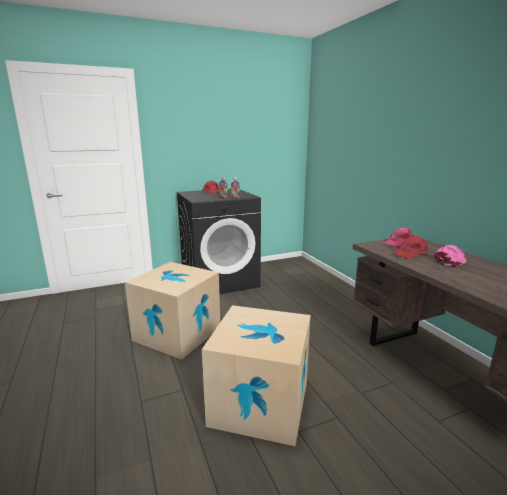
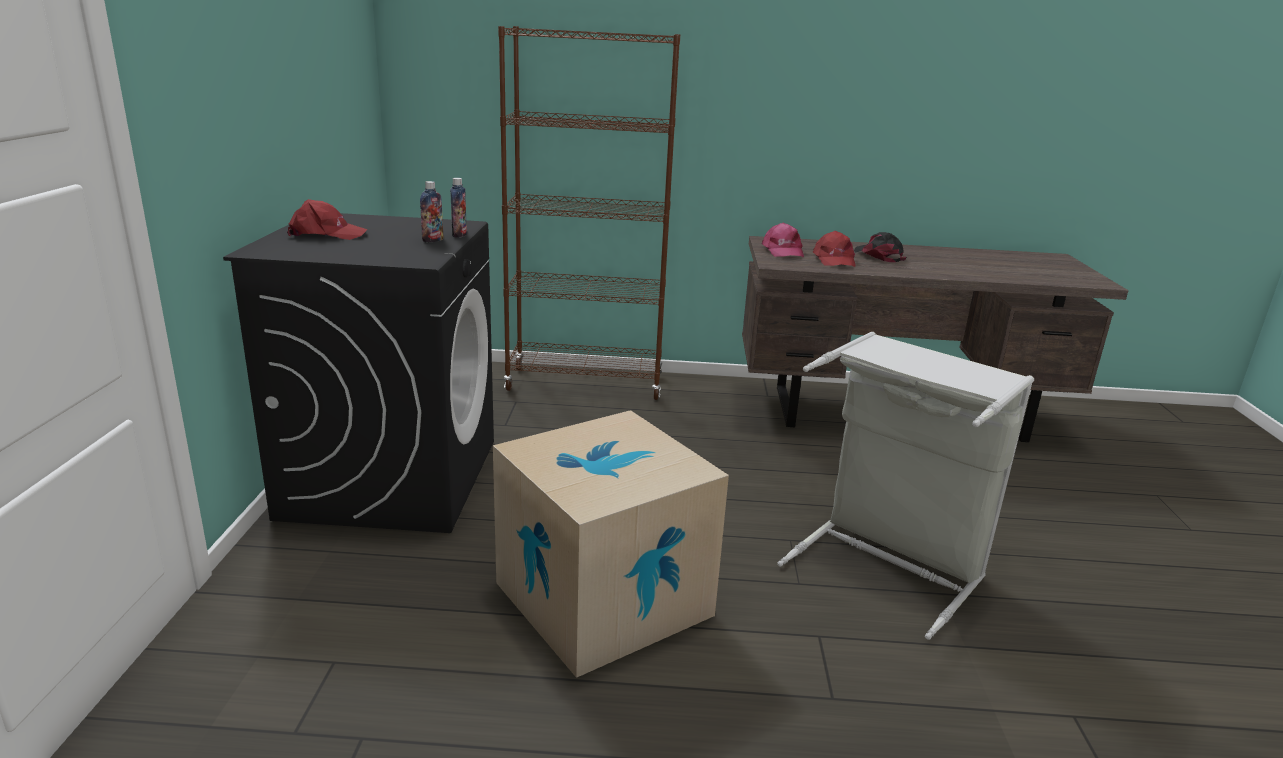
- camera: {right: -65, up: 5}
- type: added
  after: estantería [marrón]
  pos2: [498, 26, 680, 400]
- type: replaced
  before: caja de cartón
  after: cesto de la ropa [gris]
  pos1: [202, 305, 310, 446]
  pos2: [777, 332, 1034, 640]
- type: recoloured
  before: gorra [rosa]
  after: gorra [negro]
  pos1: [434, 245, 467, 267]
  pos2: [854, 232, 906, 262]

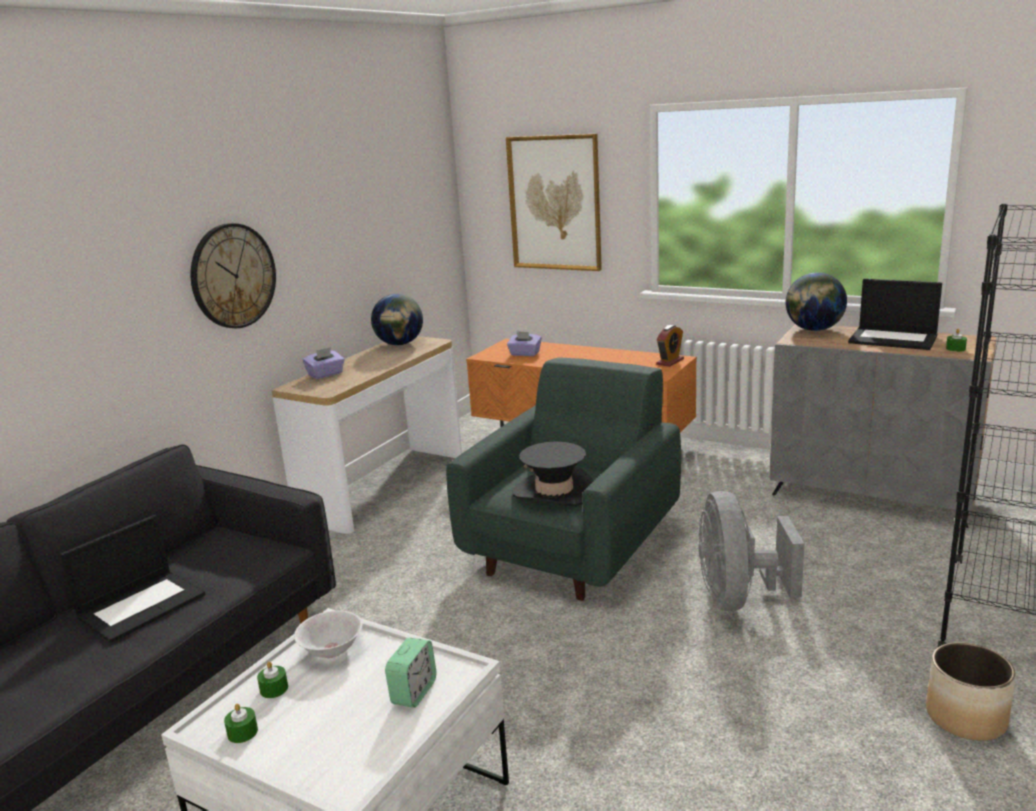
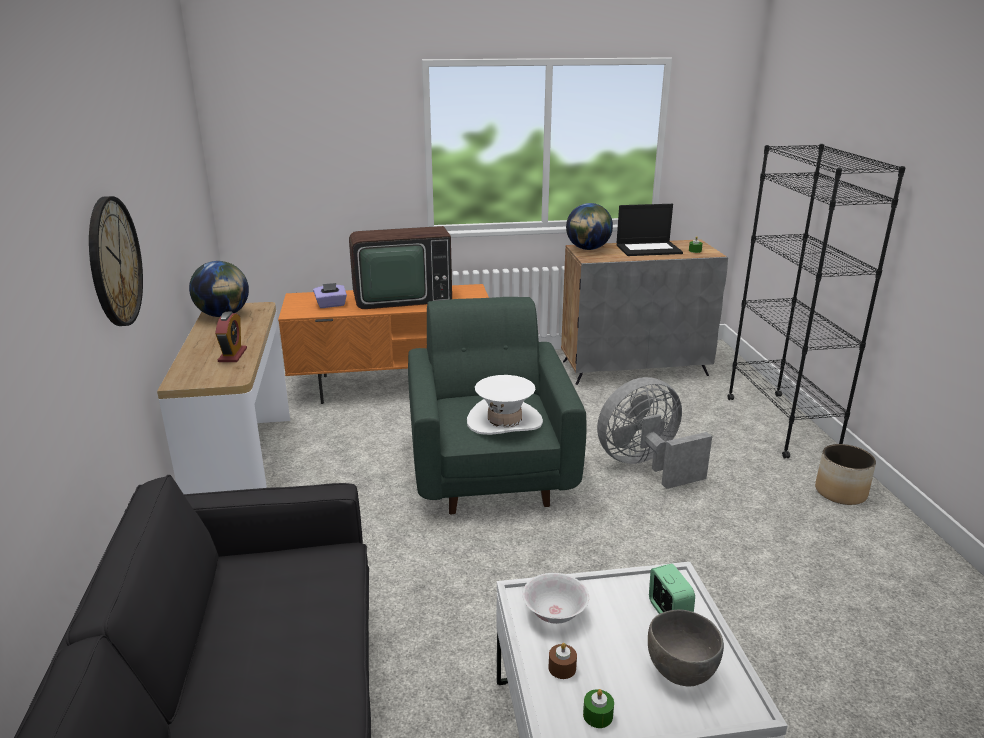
- camera: {right: -40, up: 5}
- type: moved
  before: despertador
  pos1: [656, 325, 684, 367]
  pos2: [215, 312, 247, 362]
- type: added
  after: televisor
  pos2: [349, 226, 452, 309]
- type: recoloured
  before: sombrero [negro]
  after: sombrero [blanco]
  pos1: [513, 442, 593, 506]
  pos2: [467, 375, 543, 435]
- type: recoloured
  before: vela [verde]
  after: vela [marrón]
  pos1: [257, 661, 288, 698]
  pos2: [549, 643, 577, 679]
- type: turned
  before: ventilador [gris]
  pos1: [698, 491, 805, 611]
  pos2: [597, 377, 712, 489]
  turn: 105
- type: added
  after: cuenco [gris]
  pos2: [648, 610, 724, 686]
- type: removed
  before: portátil
  pos1: [60, 515, 205, 643]
- type: removed
  before: caja de pañuelos [morado]
  pos1: [303, 347, 345, 379]
- type: removed
  before: cuadro
  pos1: [506, 134, 602, 271]

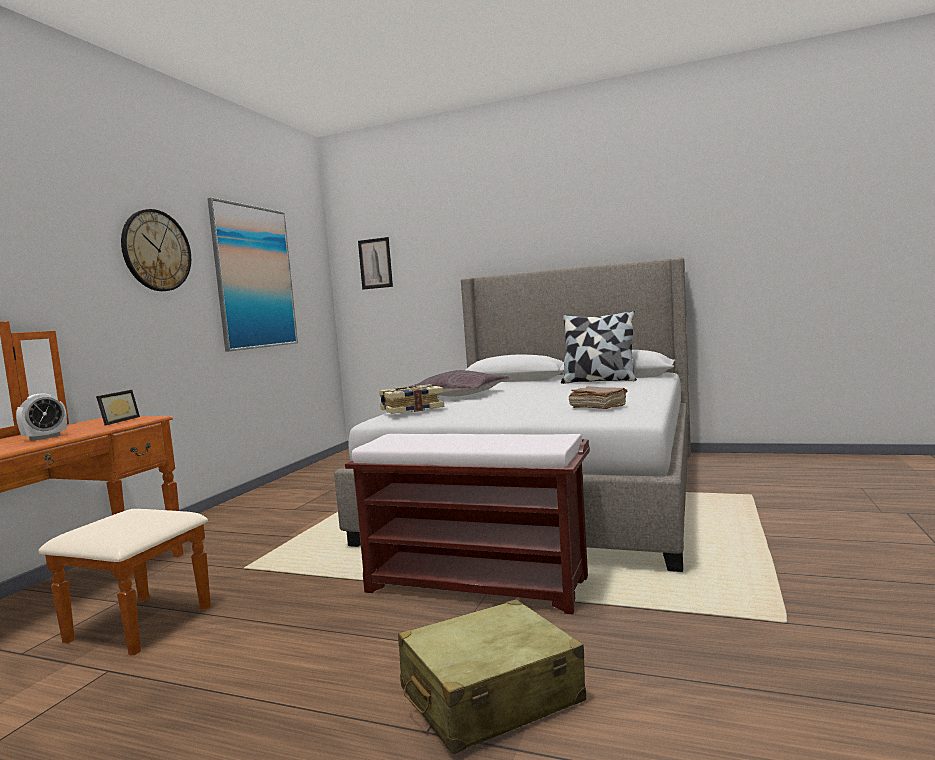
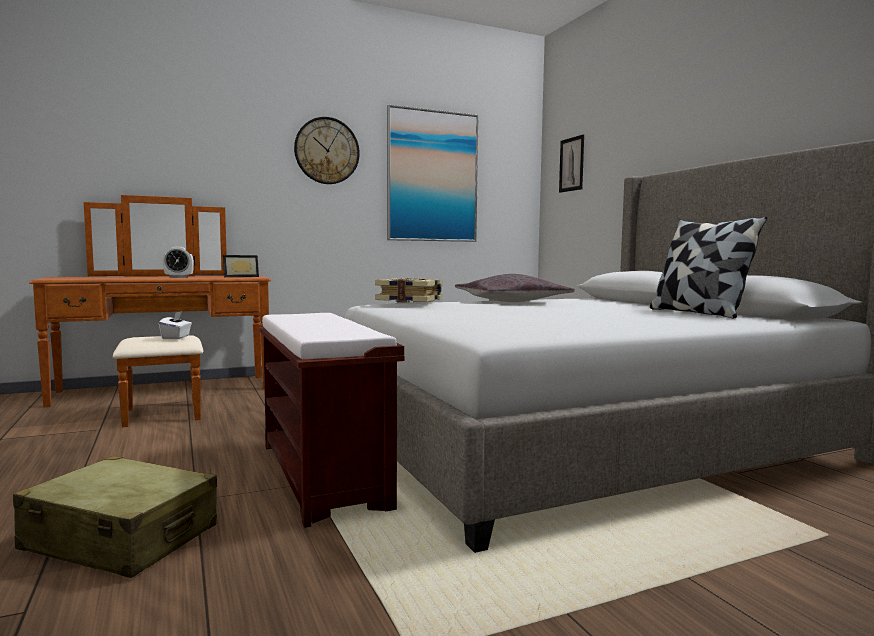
- camera: {right: 45, up: 0}
- type: added
  after: caja de pañuelos [blanco]
  pos2: [159, 311, 192, 339]
- type: removed
  before: libro [marrón]
  pos1: [569, 386, 627, 409]

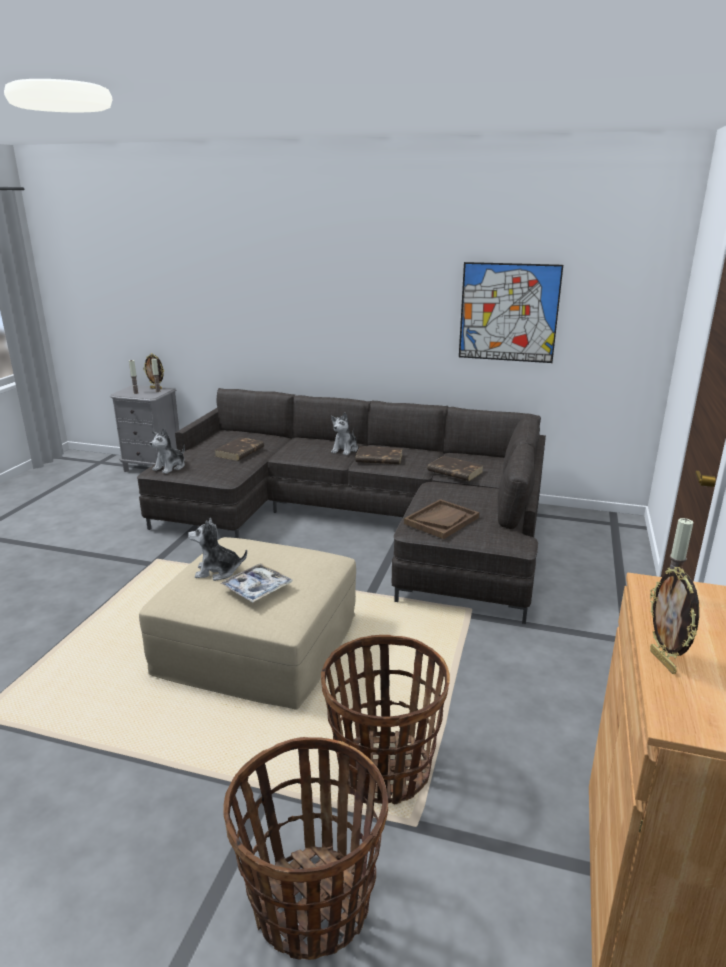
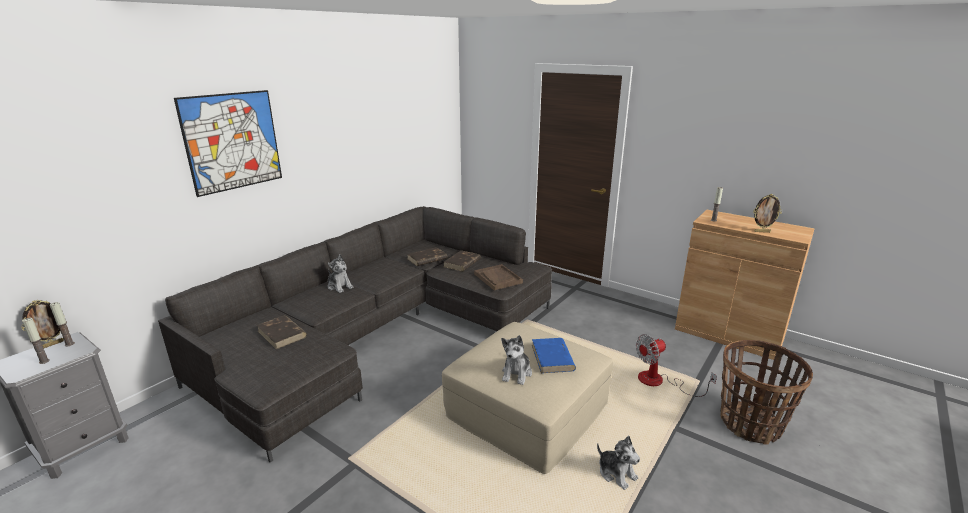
- camera: {right: -70, up: 0}
- type: moved
  before: cuadro
  pos1: [459, 262, 563, 363]
  pos2: [174, 90, 282, 197]
- type: moved
  before: libro [marrón]
  pos1: [355, 446, 403, 464]
  pos2: [444, 250, 481, 271]
- type: replaced
  before: bandeja
  after: libro [azul]
  pos1: [220, 563, 293, 603]
  pos2: [532, 338, 576, 373]
- type: moved
  before: peluche
  pos1: [150, 428, 185, 474]
  pos2: [597, 436, 640, 490]
- type: replaced
  before: cesta
  after: ventilador
  pos1: [321, 635, 450, 805]
  pos2: [636, 334, 717, 397]

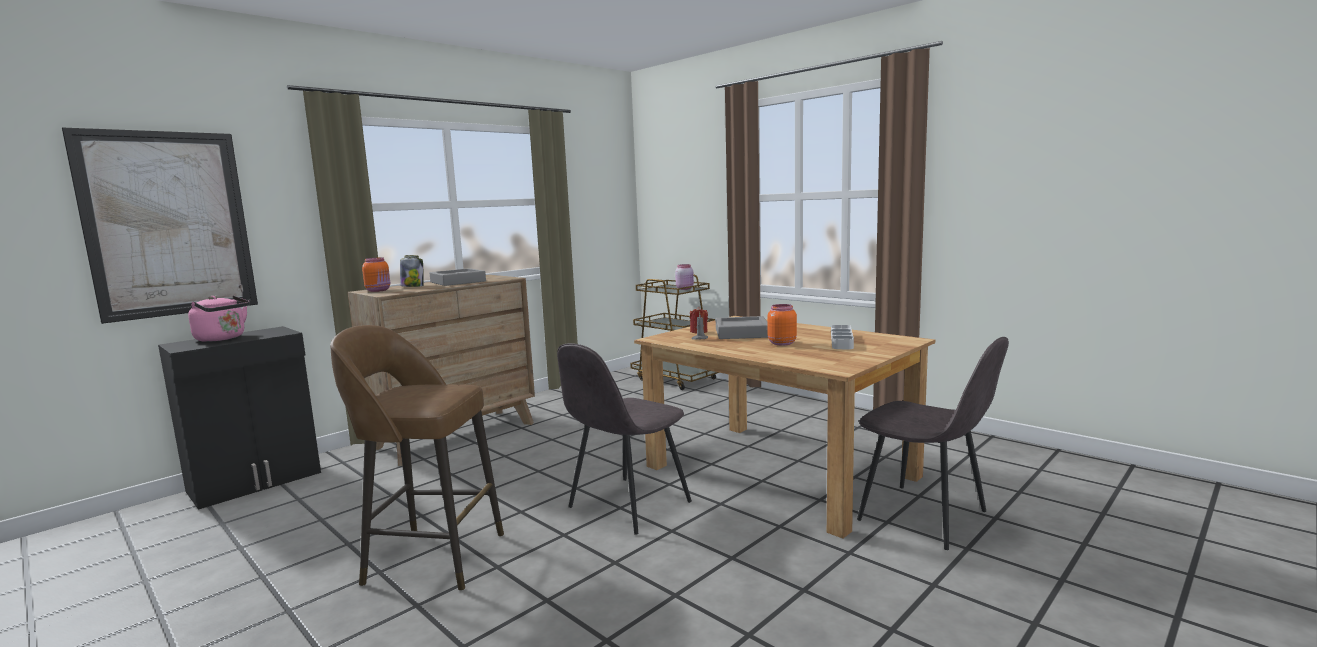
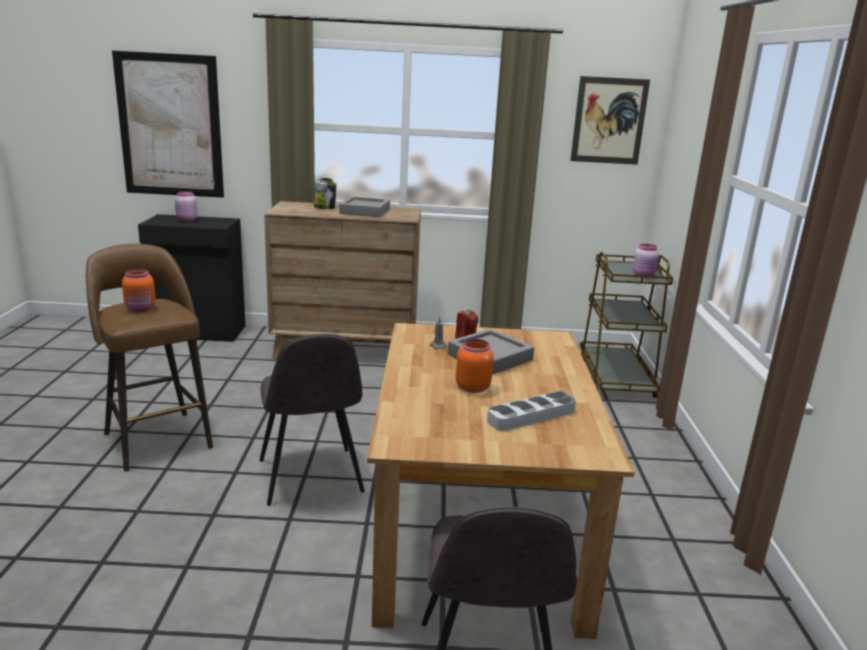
- camera: {right: 45, up: 10}
- type: moved
  before: tarro [naranja]
  pos1: [362, 257, 390, 292]
  pos2: [122, 269, 156, 312]
- type: replaced
  before: hervidor [rosa]
  after: tarro [rosa]
  pos1: [188, 296, 250, 342]
  pos2: [175, 191, 198, 222]
- type: turned
  before: silla [gris]
  pos1: [557, 343, 692, 535]
  pos2: [260, 334, 365, 506]
  turn: -105
- type: added
  after: cuadro
  pos2: [570, 76, 650, 165]

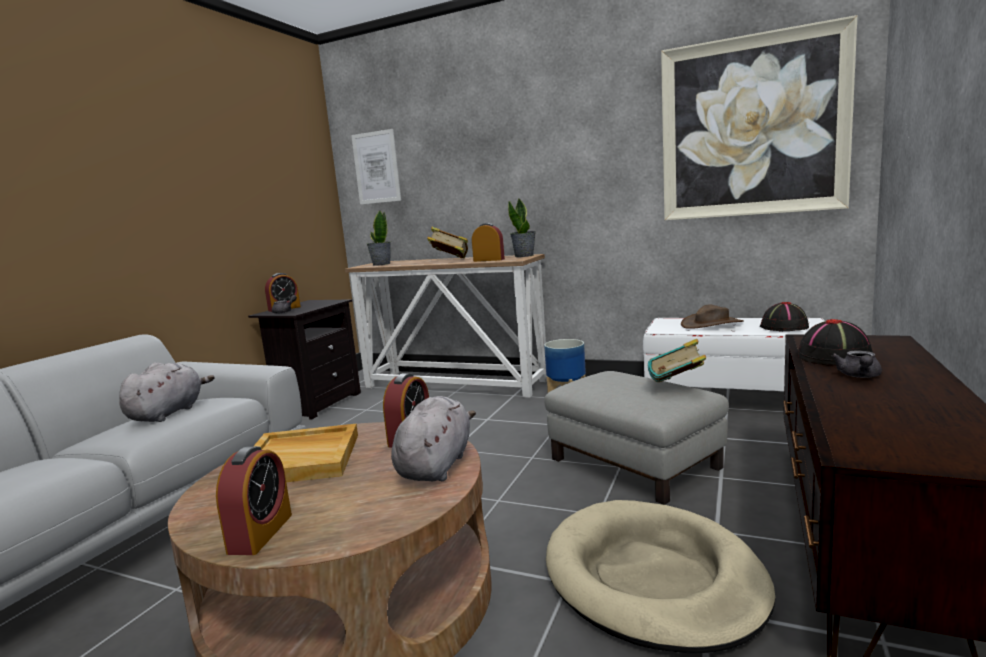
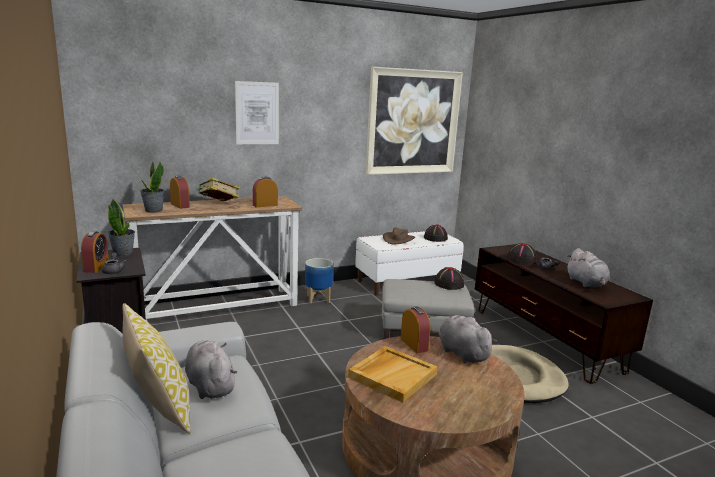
- camera: {right: -50, up: 5}
- type: moved
  before: planta en maceta
  pos1: [508, 199, 536, 257]
  pos2: [108, 199, 135, 257]
- type: added
  after: cojín
  pos2: [122, 303, 191, 434]
- type: moved
  before: despertador
  pos1: [216, 446, 292, 555]
  pos2: [170, 176, 190, 209]
- type: moved
  before: cuadro
  pos1: [351, 129, 401, 204]
  pos2: [235, 81, 279, 144]
- type: replaced
  before: libro
  after: sombrero [negro]
  pos1: [648, 339, 707, 382]
  pos2: [435, 267, 464, 290]
- type: added
  after: peluche [gris]
  pos2: [566, 248, 610, 287]

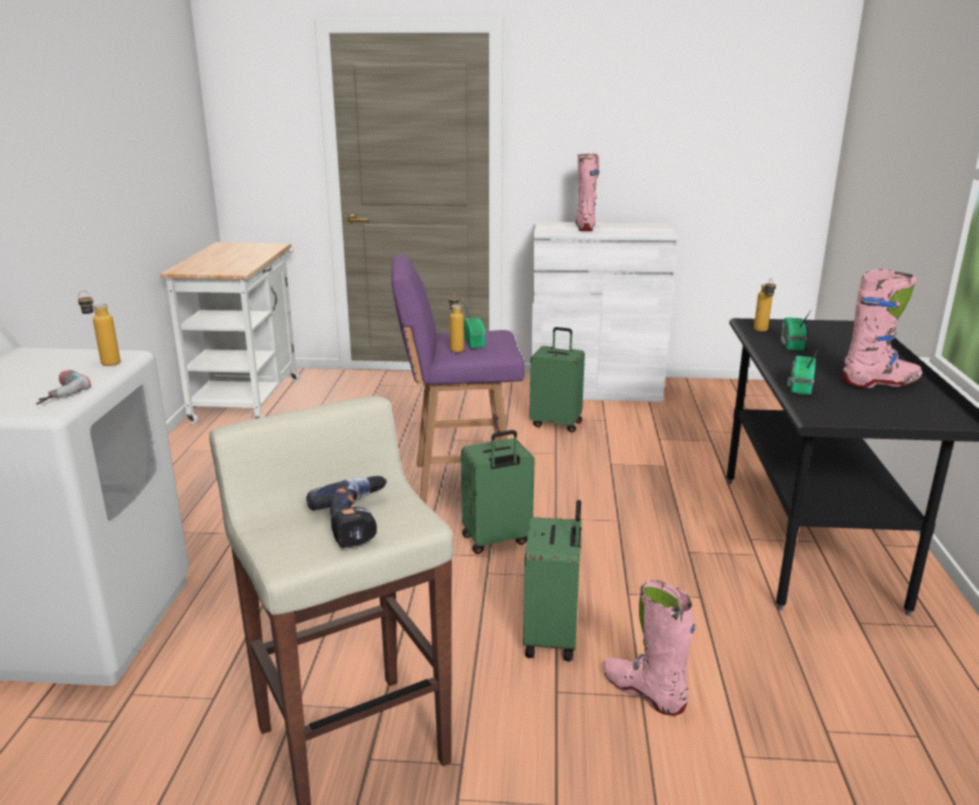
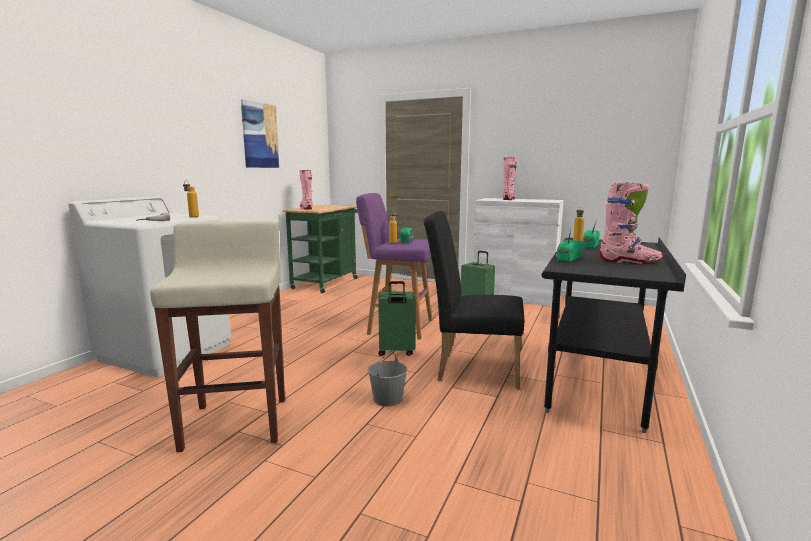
- camera: {right: 20, up: -10}
- type: added
  after: cuadro
  pos2: [241, 99, 280, 168]
- type: recoloured
  before: carrito [blanco]
  after: carrito [verde]
  pos1: [160, 242, 300, 424]
  pos2: [282, 205, 358, 293]
- type: moved
  before: bota [rosa]
  pos1: [603, 580, 695, 716]
  pos2: [299, 169, 313, 210]
- type: replaced
  before: maleta [verde]
  after: cubo [gris]
  pos1: [523, 500, 582, 661]
  pos2: [368, 350, 408, 406]
- type: added
  after: silla [negro]
  pos2: [424, 211, 524, 389]
- type: removed
  before: taladro
  pos1: [306, 476, 387, 548]

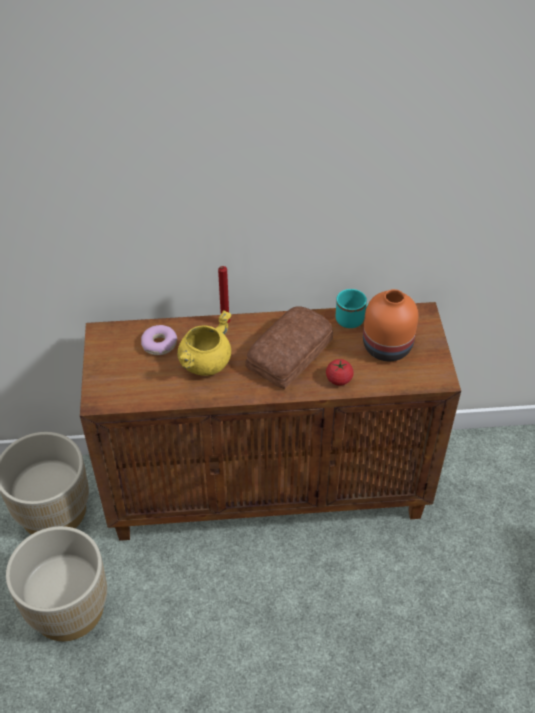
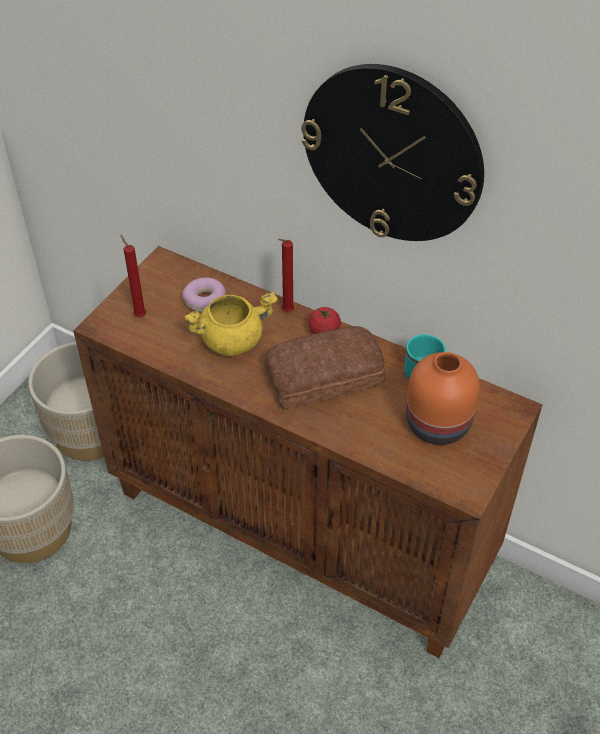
- camera: {right: 35, up: 0}
- type: added
  after: vela [rojo]
  pos2: [120, 235, 146, 317]
- type: added
  after: reloj de pared
  pos2: [301, 64, 484, 241]
- type: moved
  before: tomate
  pos1: [326, 359, 354, 386]
  pos2: [308, 307, 341, 334]

